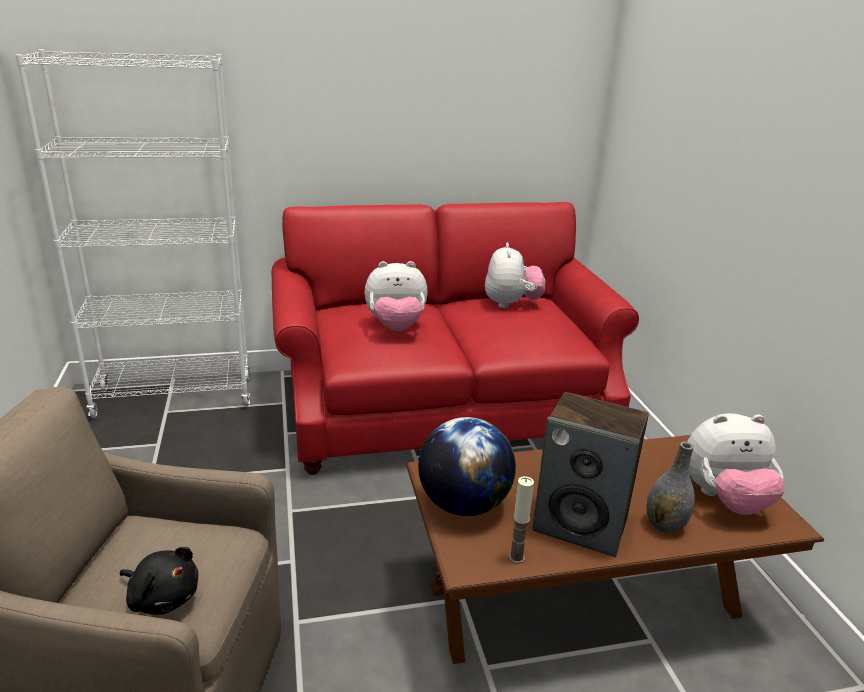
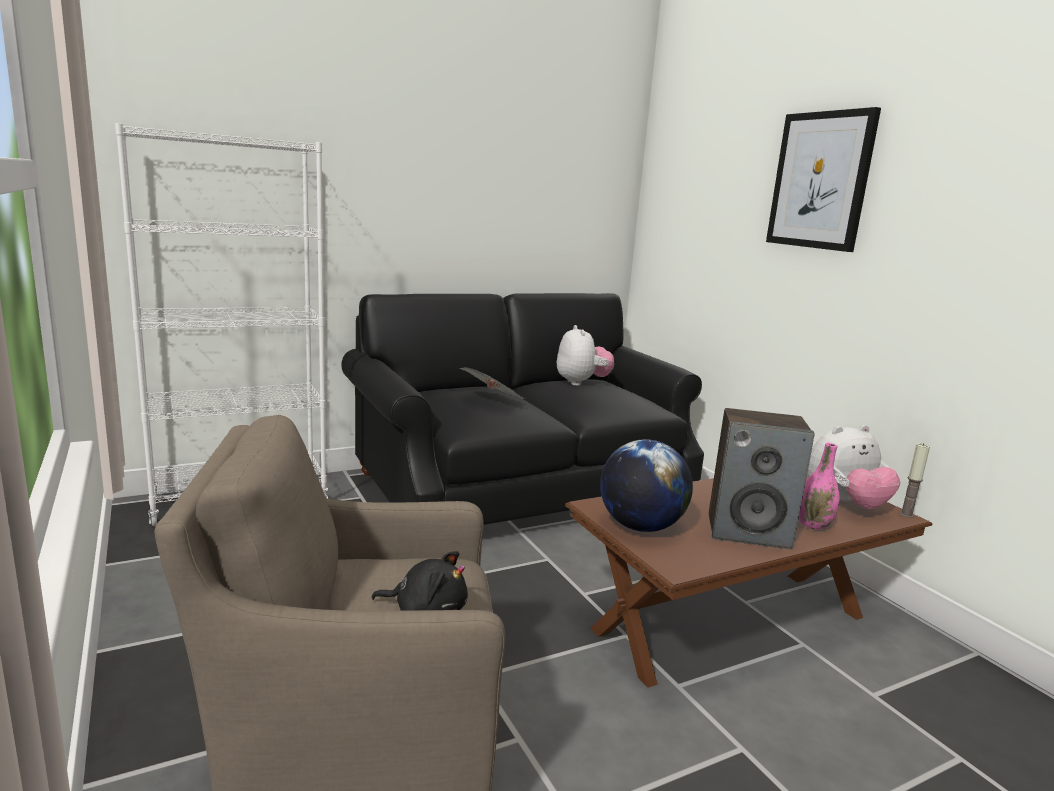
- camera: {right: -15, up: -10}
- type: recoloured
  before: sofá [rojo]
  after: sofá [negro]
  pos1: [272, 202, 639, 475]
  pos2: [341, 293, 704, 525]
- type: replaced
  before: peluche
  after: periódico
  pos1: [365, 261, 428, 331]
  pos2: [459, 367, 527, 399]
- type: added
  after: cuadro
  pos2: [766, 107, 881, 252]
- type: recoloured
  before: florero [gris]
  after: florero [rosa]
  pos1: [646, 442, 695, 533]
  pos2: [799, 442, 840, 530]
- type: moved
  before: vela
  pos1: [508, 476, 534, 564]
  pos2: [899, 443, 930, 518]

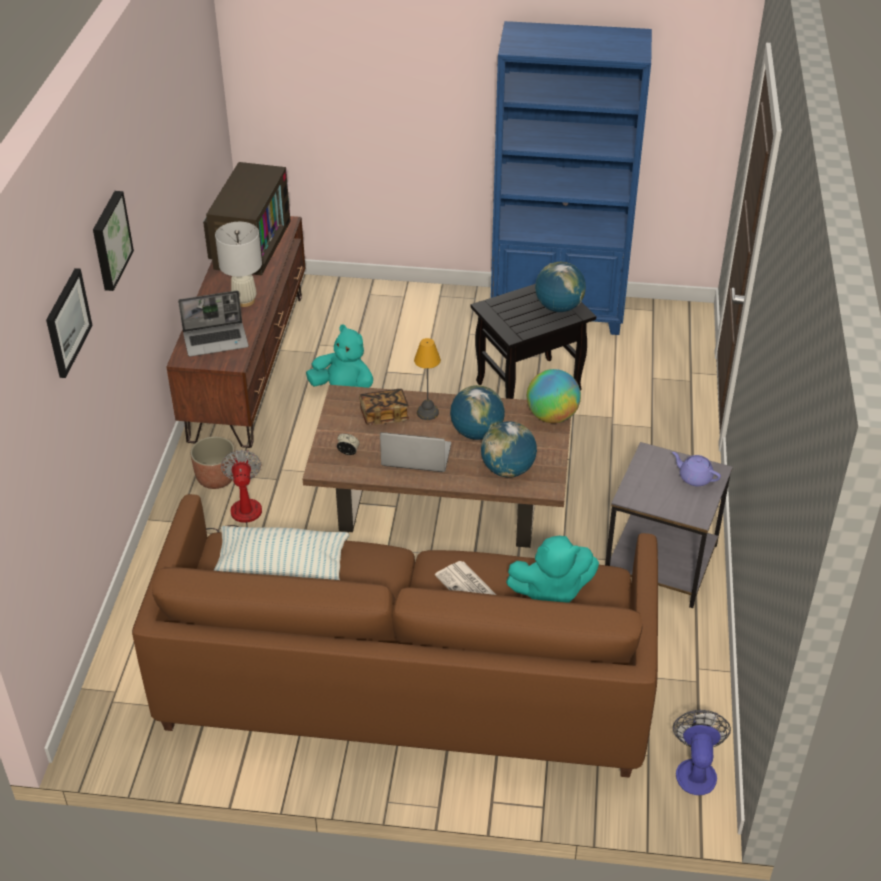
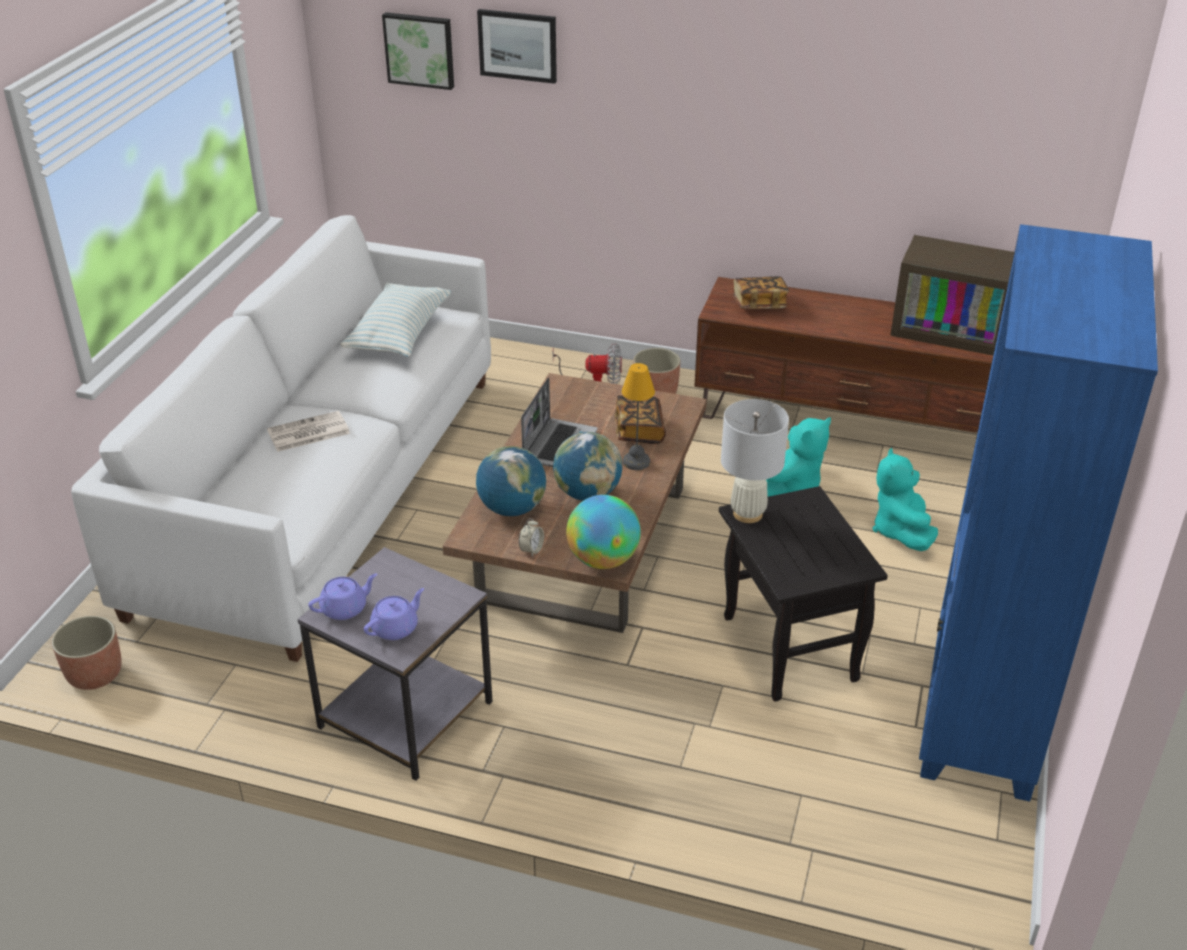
- camera: {right: 100, up: -5}
- type: replaced
  before: ventilador
  after: maceta
  pos1: [673, 710, 731, 795]
  pos2: [52, 616, 122, 690]
- type: recoloured
  before: sofá [marrón]
  after: sofá [blanco]
  pos1: [132, 494, 658, 778]
  pos2: [71, 215, 491, 662]
- type: added
  after: tetera [morado]
  pos2: [308, 573, 377, 620]
- type: moved
  before: cuadro
  pos1: [93, 191, 134, 291]
  pos2: [382, 12, 454, 90]
- type: moved
  before: despertador
  pos1: [337, 434, 360, 455]
  pos2: [519, 518, 544, 556]
- type: moved
  before: lámpara de mesa [blanco]
  pos1: [215, 222, 262, 307]
  pos2: [721, 399, 789, 523]
- type: replaced
  before: portátil
  after: libro
  pos1: [178, 291, 249, 357]
  pos2: [733, 276, 789, 309]
- type: moved
  before: peluche [turquesa]
  pos1: [506, 536, 599, 603]
  pos2: [872, 448, 938, 551]
- type: removed
  before: globo terráqueo
  pos1: [535, 262, 586, 312]

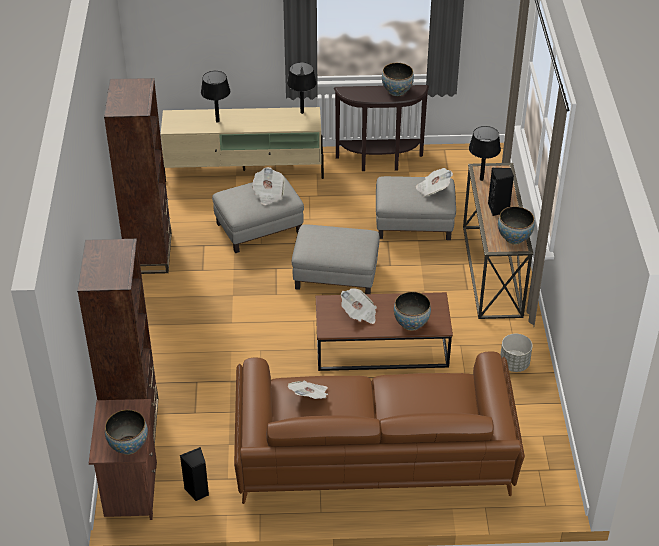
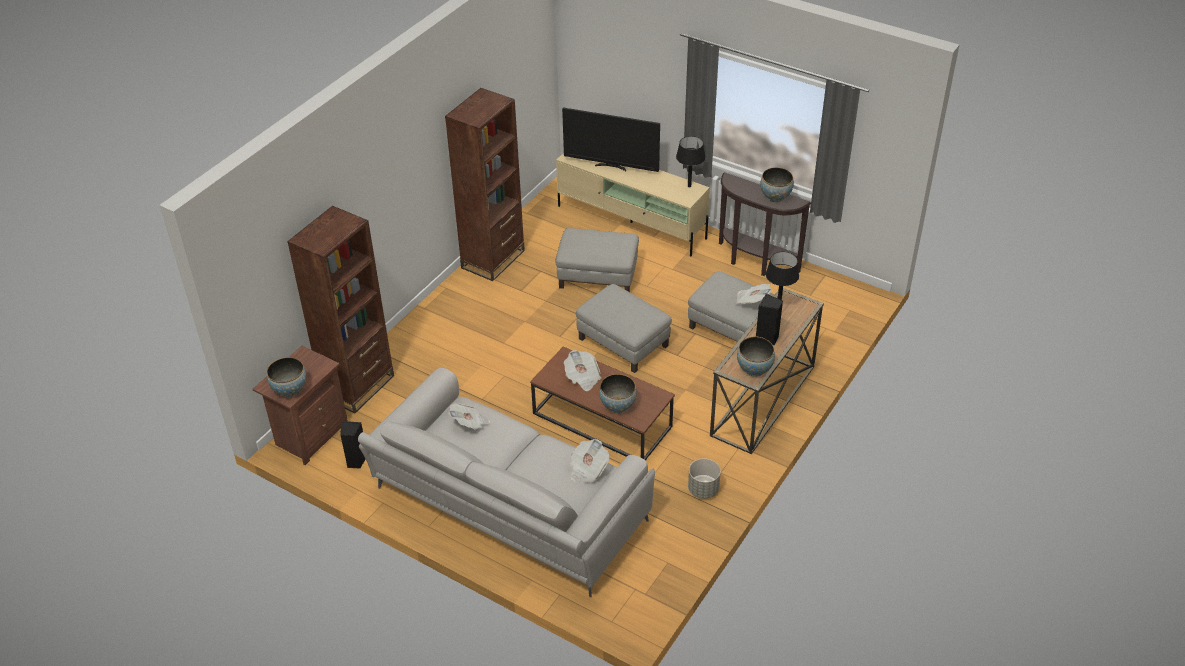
- camera: {right: 35, up: 0}
- type: recoloured
  before: sofá [marrón]
  after: sofá [gris]
  pos1: [234, 351, 525, 504]
  pos2: [358, 368, 655, 597]
- type: replaced
  before: lámpara de mesa [negro]
  after: televisor
  pos1: [201, 71, 230, 123]
  pos2: [562, 108, 660, 172]
- type: moved
  before: periódico
  pos1: [252, 167, 285, 205]
  pos2: [570, 439, 609, 483]

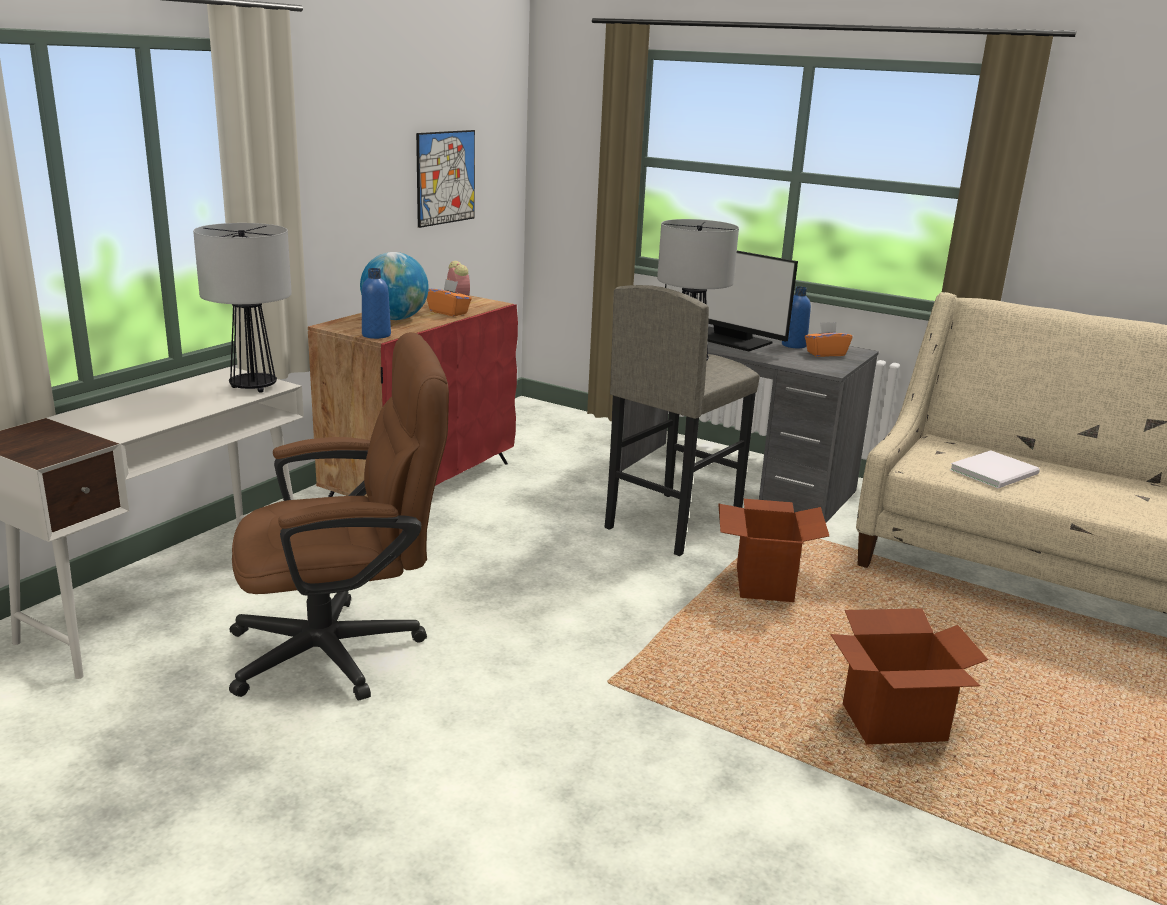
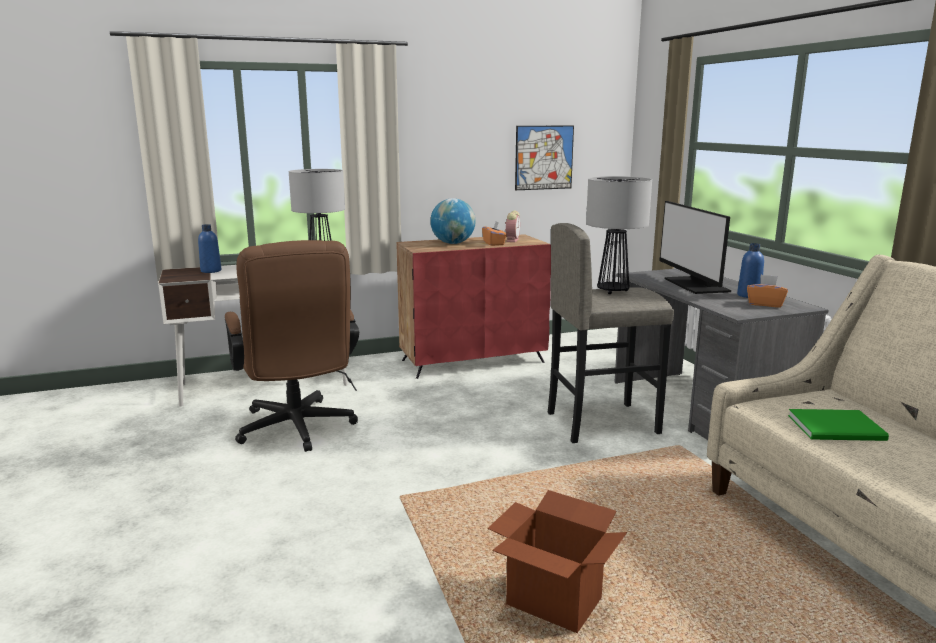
- camera: {right: 40, up: -5}
- type: moved
  before: botella [azul]
  pos1: [362, 268, 391, 339]
  pos2: [198, 224, 222, 273]
- type: turned
  before: silla de oficina [marrón]
  pos1: [229, 332, 449, 701]
  pos2: [225, 240, 359, 452]
  turn: 45
- type: recoloured
  before: libro [blanco]
  after: libro [verde]
  pos1: [950, 450, 1040, 488]
  pos2: [788, 409, 889, 441]
- type: removed
  before: caja de cartón
  pos1: [718, 499, 829, 602]

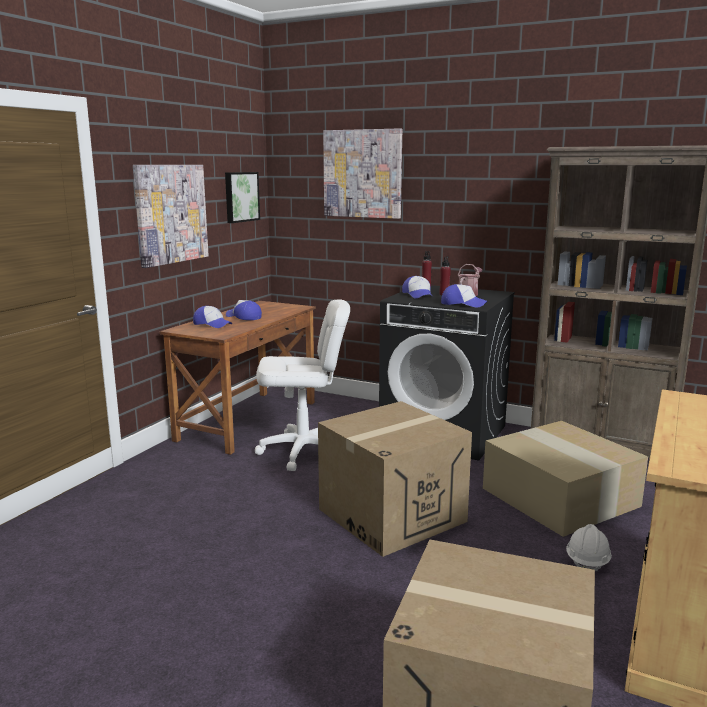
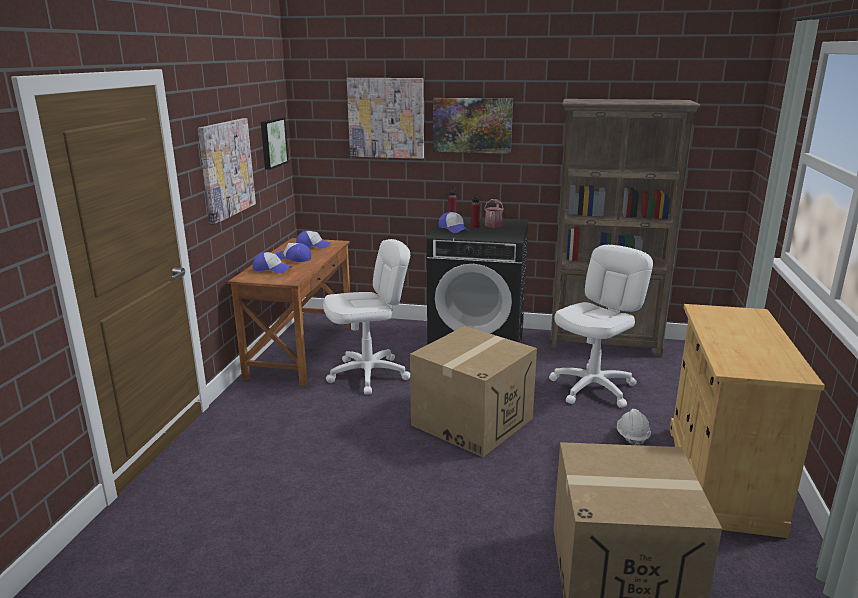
- camera: {right: -15, up: 5}
- type: moved
  before: gorra
  pos1: [441, 284, 487, 308]
  pos2: [296, 231, 331, 249]
- type: added
  after: cuadro
  pos2: [433, 98, 513, 154]
- type: replaced
  before: caja de cartón
  after: silla de oficina [blanco]
  pos1: [483, 421, 648, 537]
  pos2: [549, 245, 653, 408]

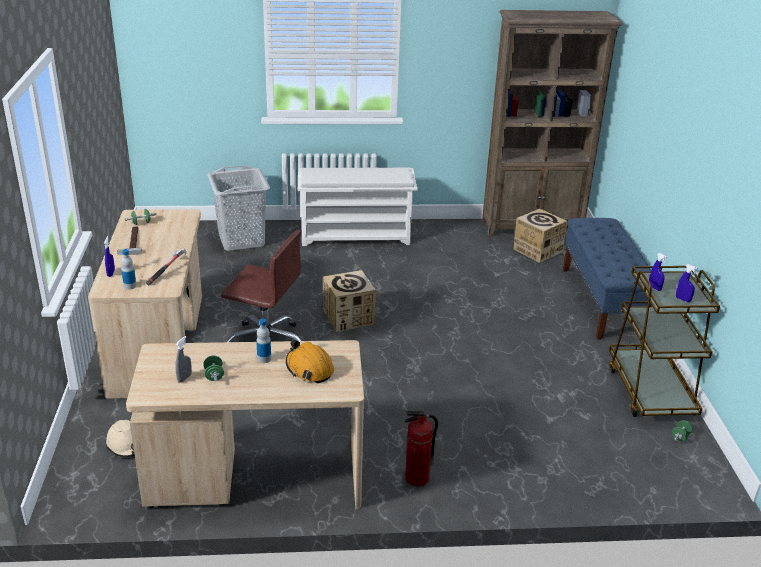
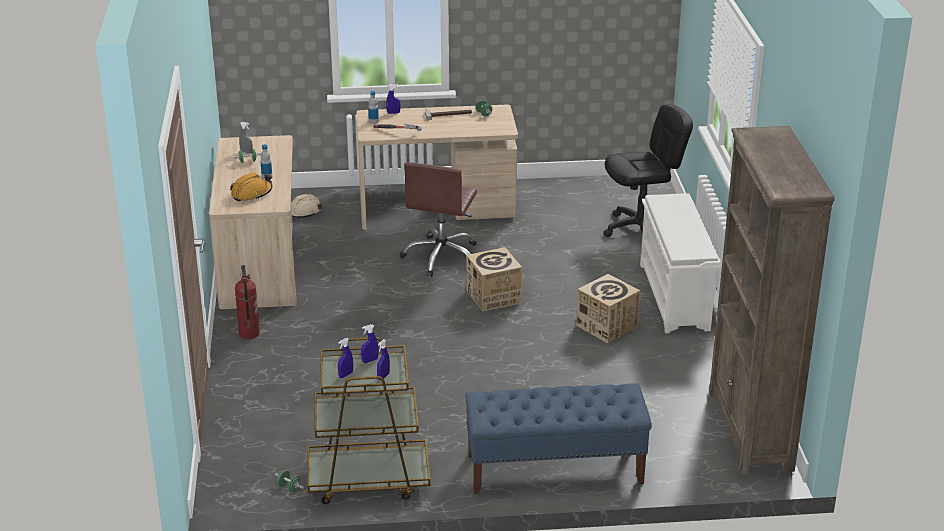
- camera: {right: 90, up: 0}
- type: added
  after: pulverizador [azul]
  pos2: [377, 339, 390, 380]
- type: moved
  before: caja de cartón
  pos1: [514, 209, 567, 263]
  pos2: [576, 274, 640, 343]
- type: replaced
  before: cesto de la ropa [gris]
  after: silla de oficina [negro]
  pos1: [207, 165, 270, 251]
  pos2: [603, 104, 693, 237]

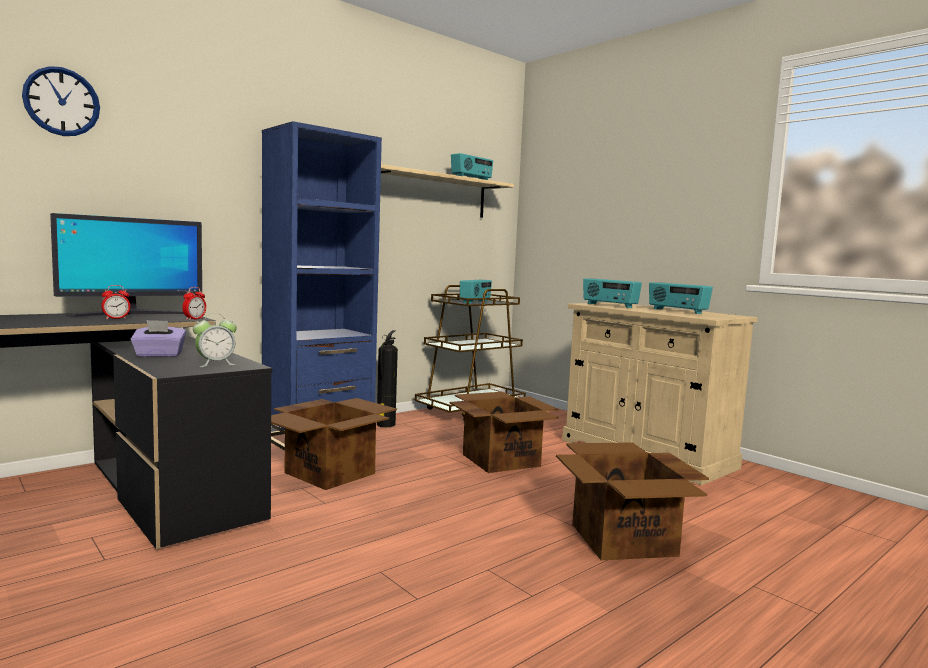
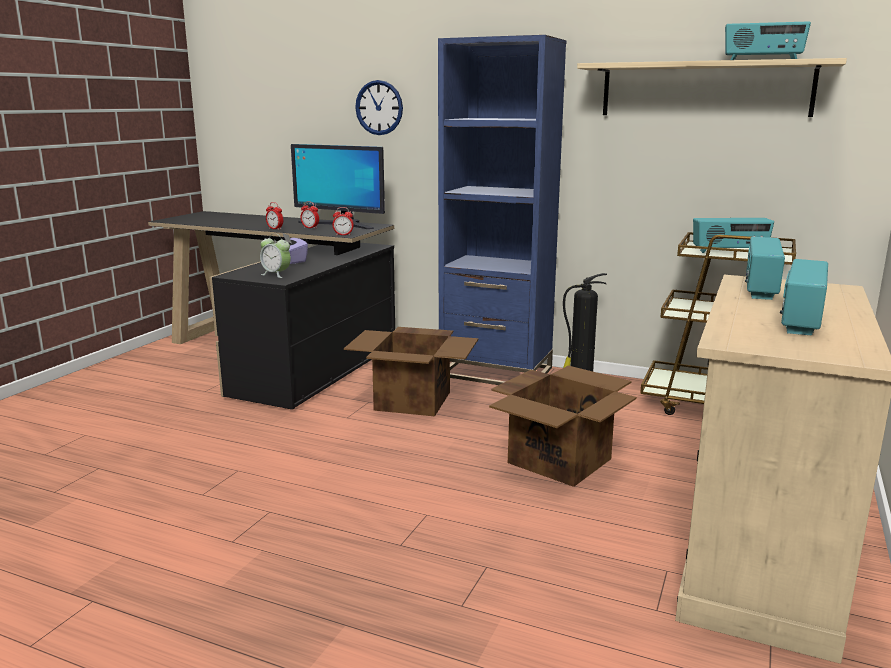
- camera: {right: 65, up: 10}
- type: added
  after: despertador
  pos2: [266, 202, 283, 230]
- type: moved
  before: reloj de pared
  pos1: [22, 66, 100, 136]
  pos2: [355, 80, 403, 135]
- type: removed
  before: caja de cartón
  pos1: [556, 442, 709, 560]

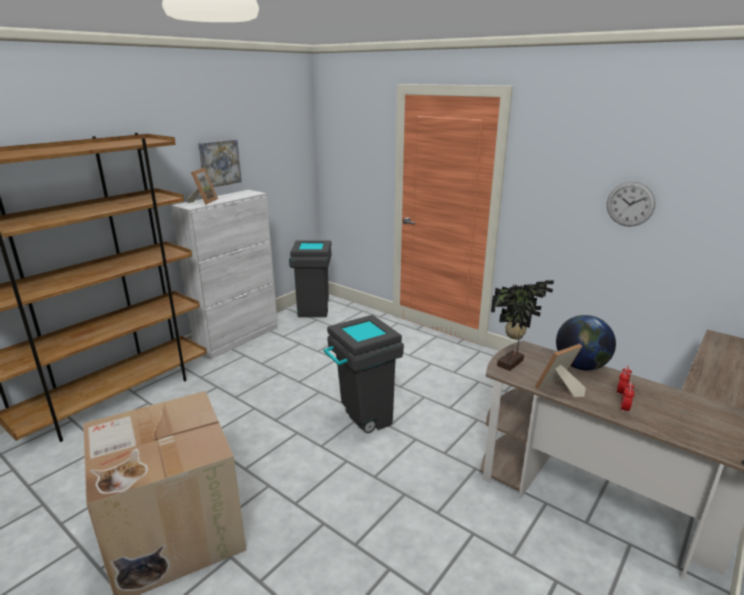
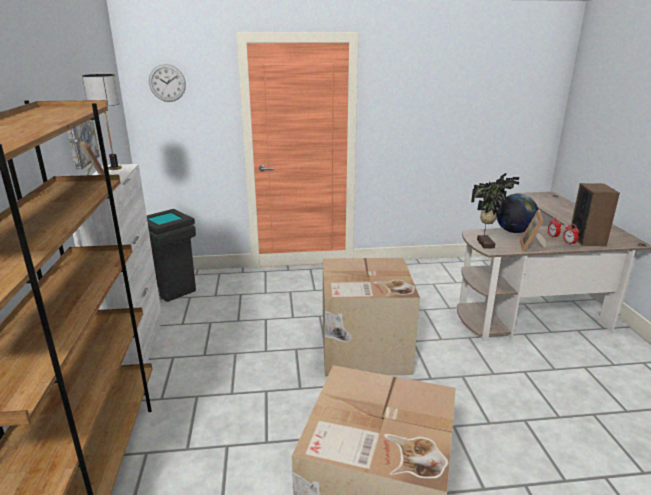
- camera: {right: -45, up: 0}
- type: added
  after: lámpara de mesa
  pos2: [82, 74, 122, 170]
- type: moved
  before: reloj de pared
  pos1: [607, 182, 656, 226]
  pos2: [149, 64, 186, 102]
- type: replaced
  before: papelera [gris]
  after: caja de cartón
  pos1: [323, 315, 404, 433]
  pos2: [323, 258, 420, 376]
- type: added
  after: altavoz
  pos2: [570, 183, 620, 246]

